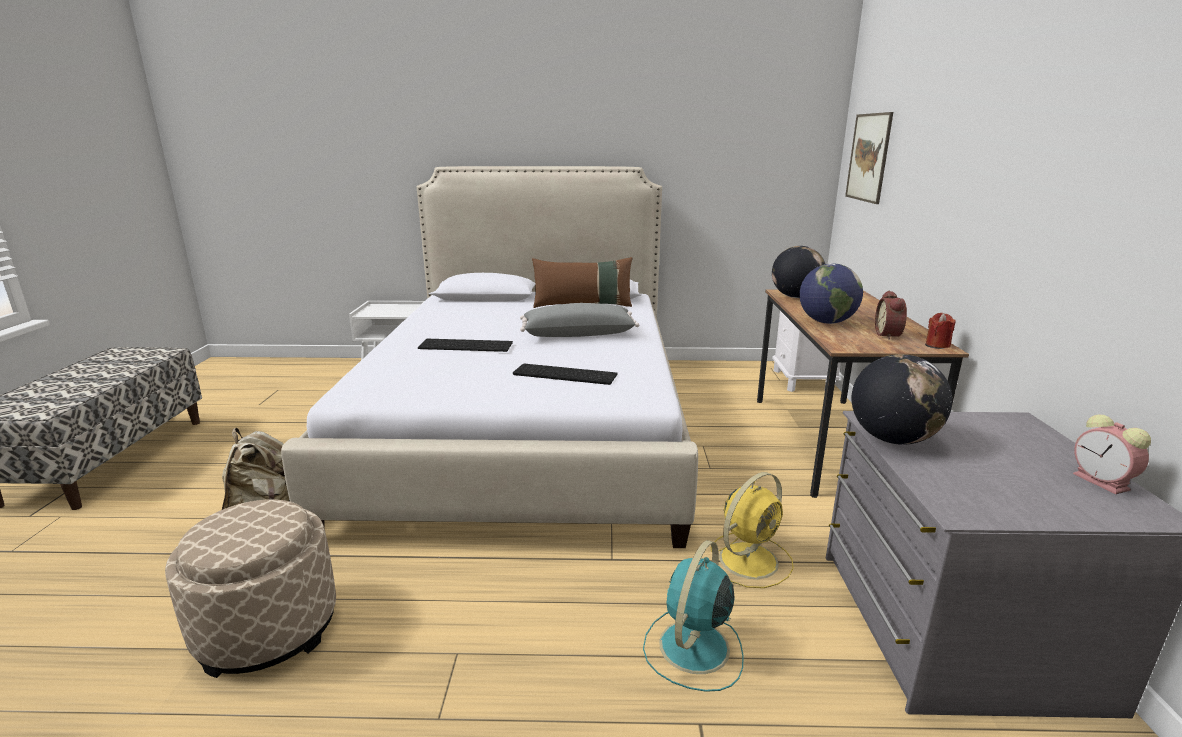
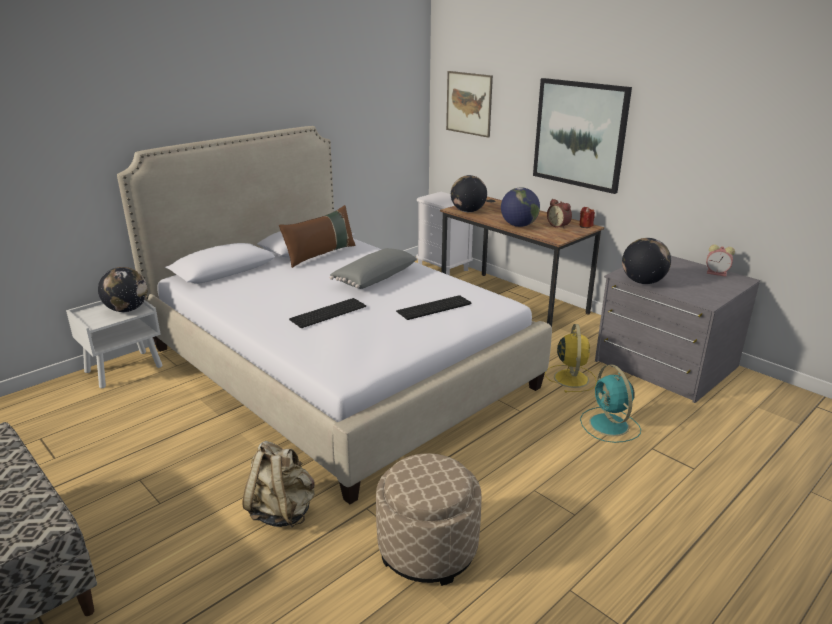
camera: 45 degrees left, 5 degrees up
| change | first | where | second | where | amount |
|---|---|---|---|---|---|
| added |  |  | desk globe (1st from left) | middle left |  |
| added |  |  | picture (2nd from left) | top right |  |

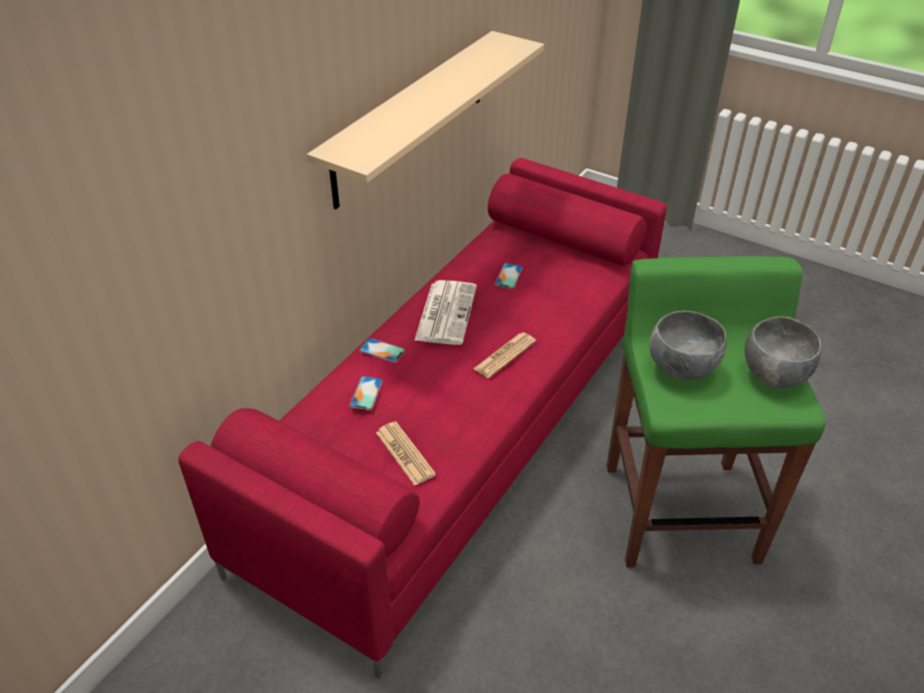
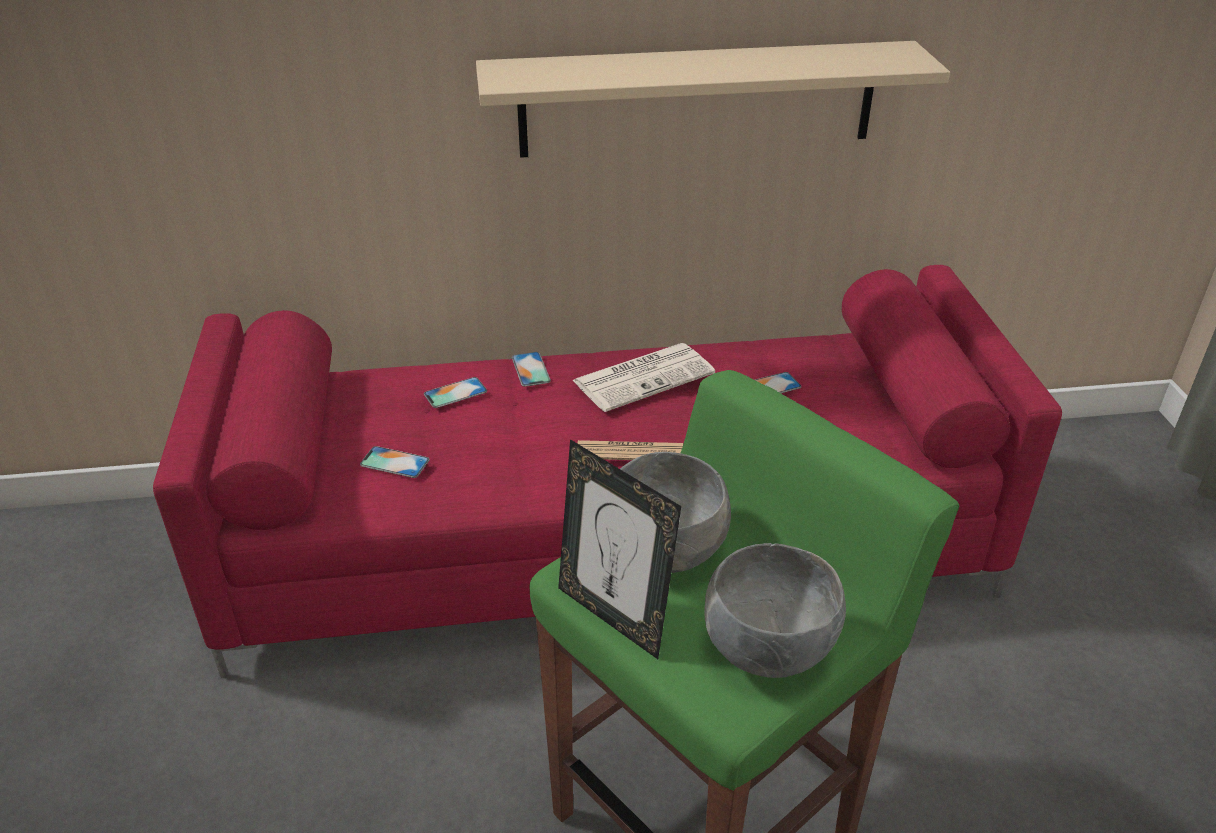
camera: 50 degrees right, 5 degrees down
| change | first | where | second | where | amount |
|---|---|---|---|---|---|
| replaced | printed paper (1st from left) | centre | handset (1st from left) | middle left |  |
| added |  |  | standing frame | centre |  |

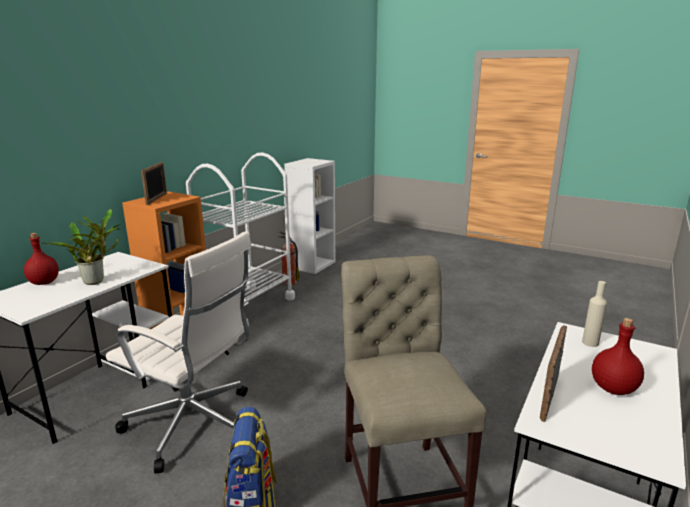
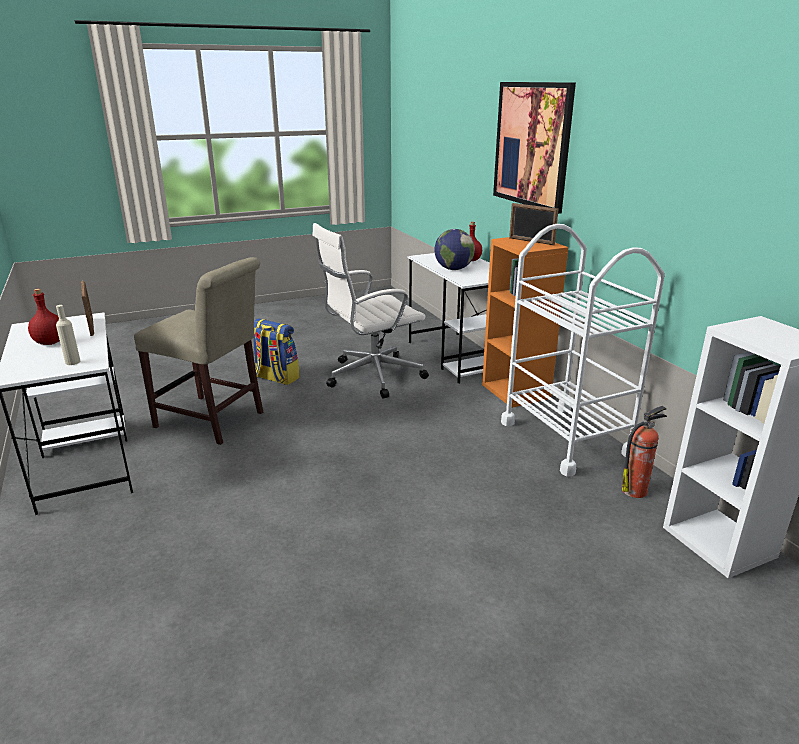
camera: 125 degrees right, 5 degrees up
| change | first | where | second | where | amount |
|---|---|---|---|---|---|
| replaced | potted plant | middle left | desk globe | centre |  |
| added |  |  | picture | top right |  |

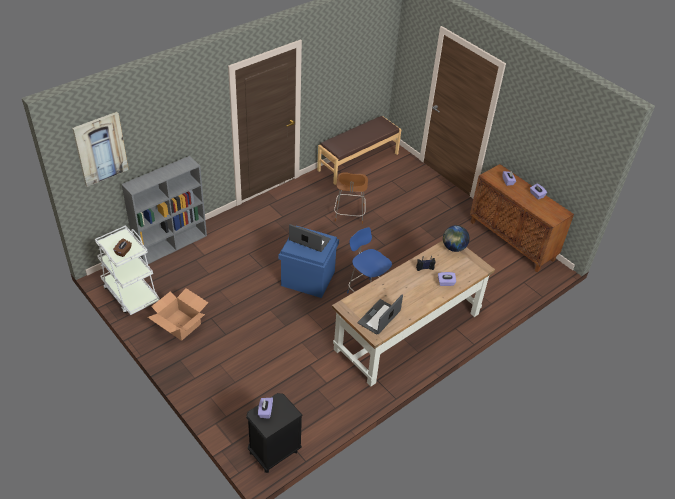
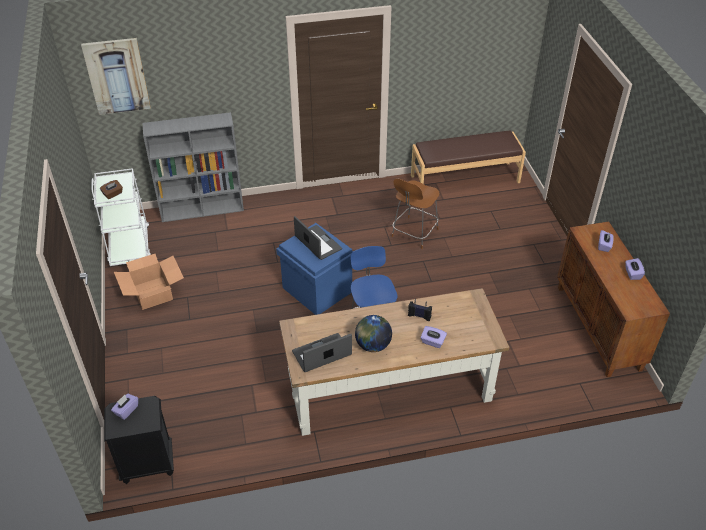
camera: 30 degrees right, 0 degrees up
| change | first | where | second | where | amount |
|---|---|---|---|---|---|
| moved | desk globe | middle right |  | centre |  |

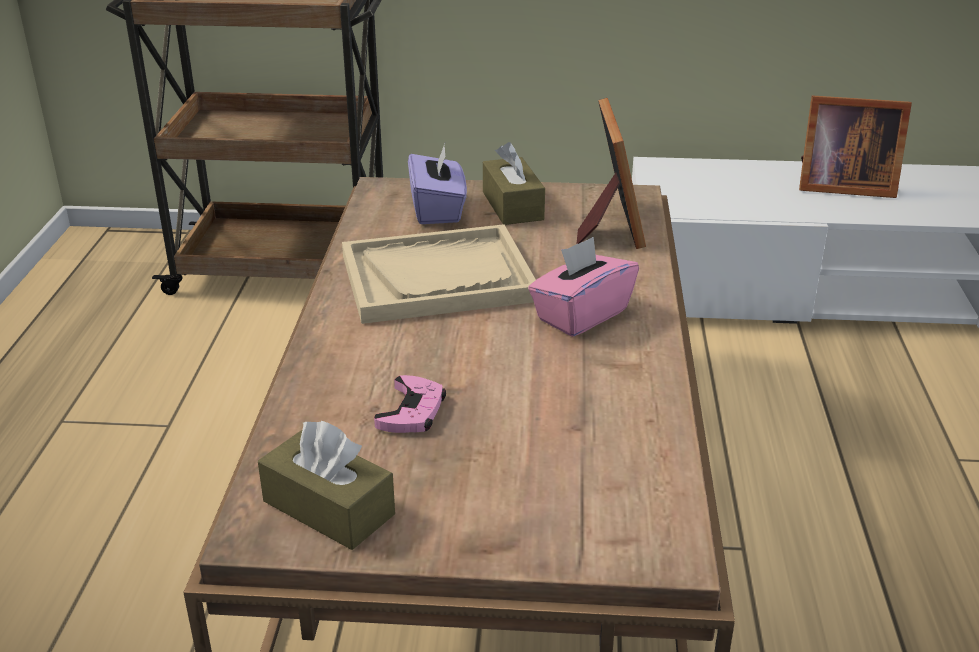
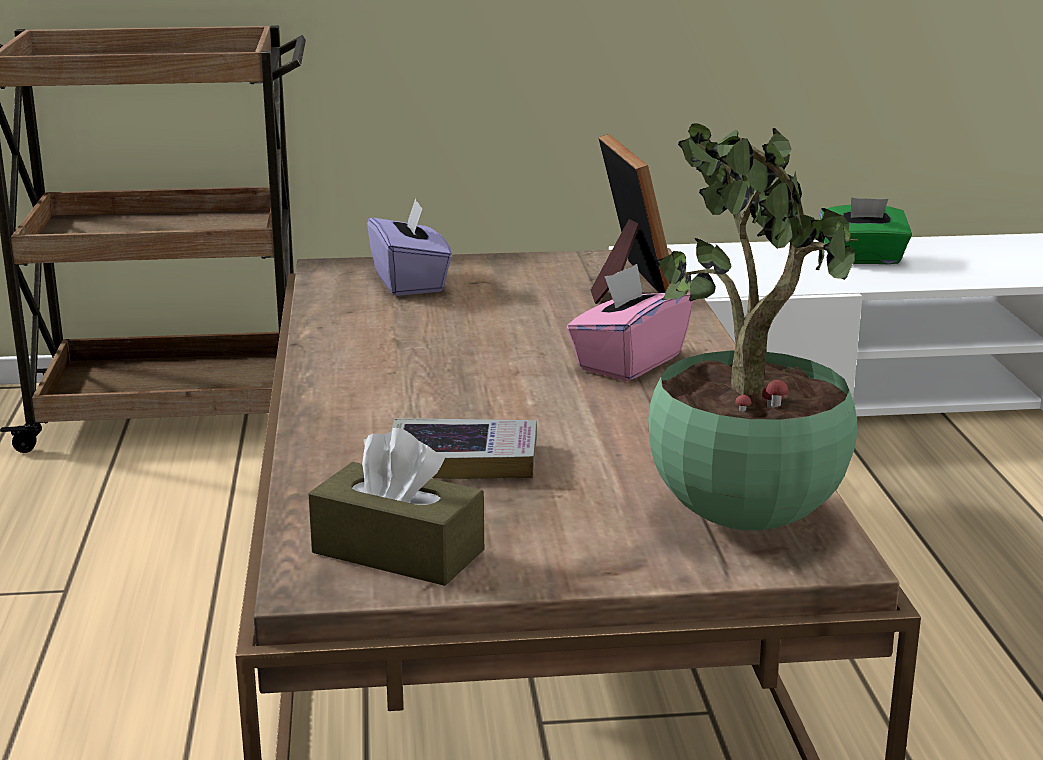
camera: 10 degrees left, 10 degrees down
| change | first | where | second | where | amount |
|---|---|---|---|---|---|
| replaced | pink joypad | centre | volume | centre |  |
| added |  |  | potted plant | middle right |  |
| replaced | standing frame (2nd from left) | top right | green-coloured tissue holder | top right |  |
| removed | beige carrying tray | centre |  |  |  |
| removed | brownish tissue holder (2nd from left) | top centre |  |  |  |

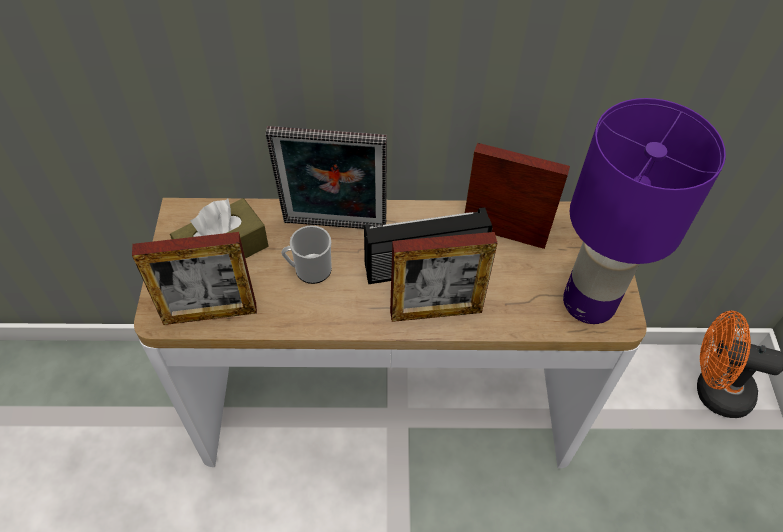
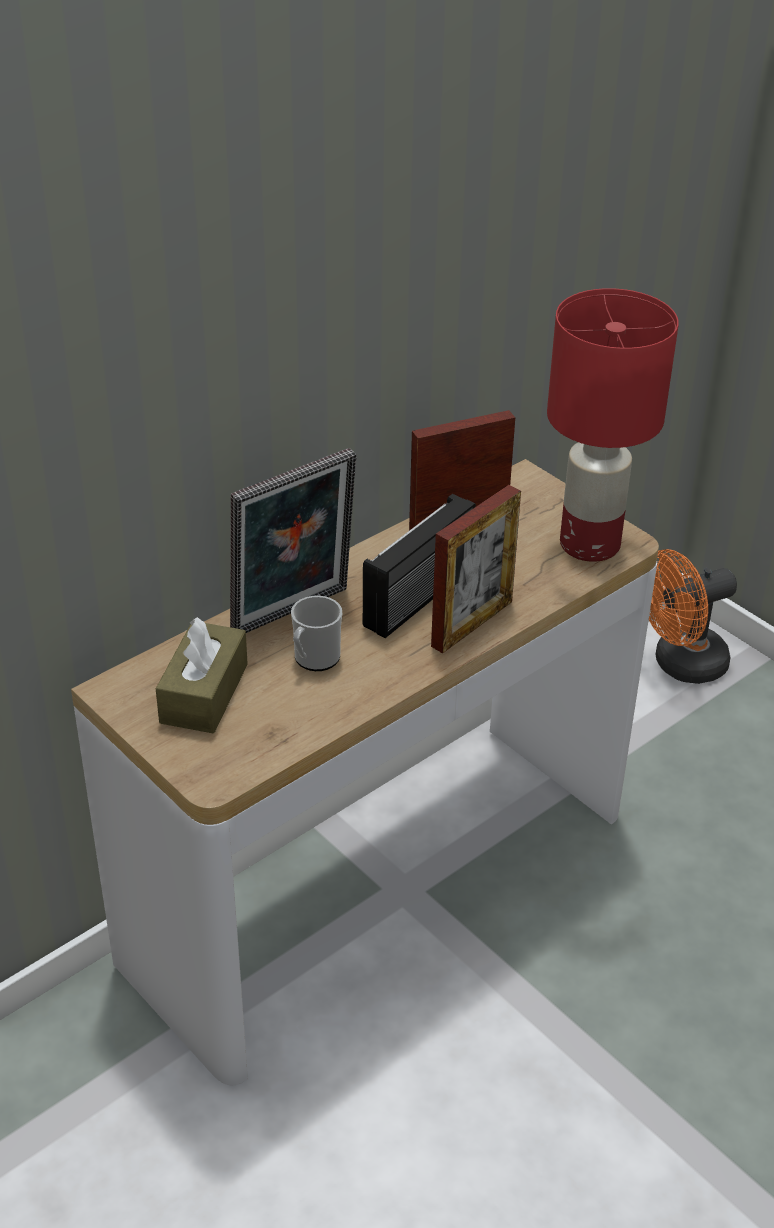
camera: 40 degrees left, 15 degrees down
| change | first | where | second | where | amount |
|---|---|---|---|---|---|
| recoloured | purplish tabletop lamp | middle right | reddish tabletop lamp | middle right |  |
| removed | standing frame (1st from left) | middle left |  |  |  |

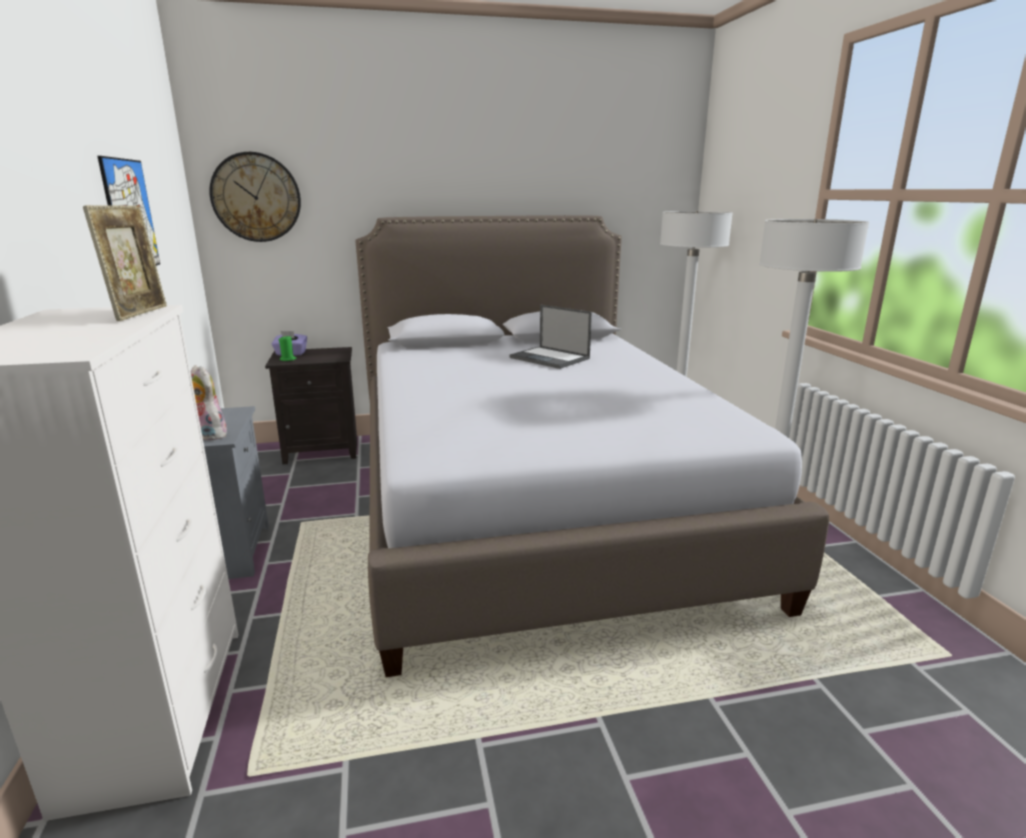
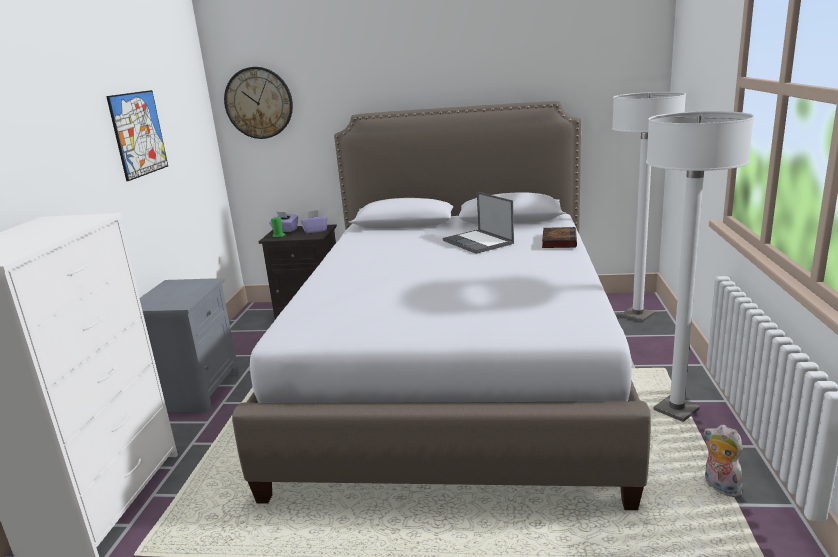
camera: 20 degrees right, 0 degrees up
| change | first | where | second | where | amount |
|---|---|---|---|---|---|
| added |  |  | purplish tissue holder (2nd from left) | centre |  |
| added |  |  | volume | middle right |  |
| moved | cuddly toy | middle left |  | bottom right |  |
| removed | standing frame | top left |  |  |  |

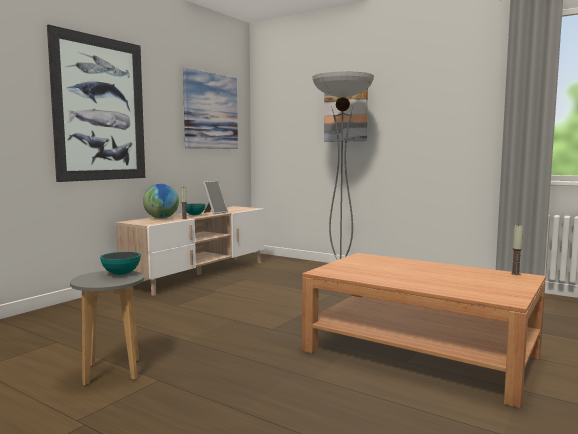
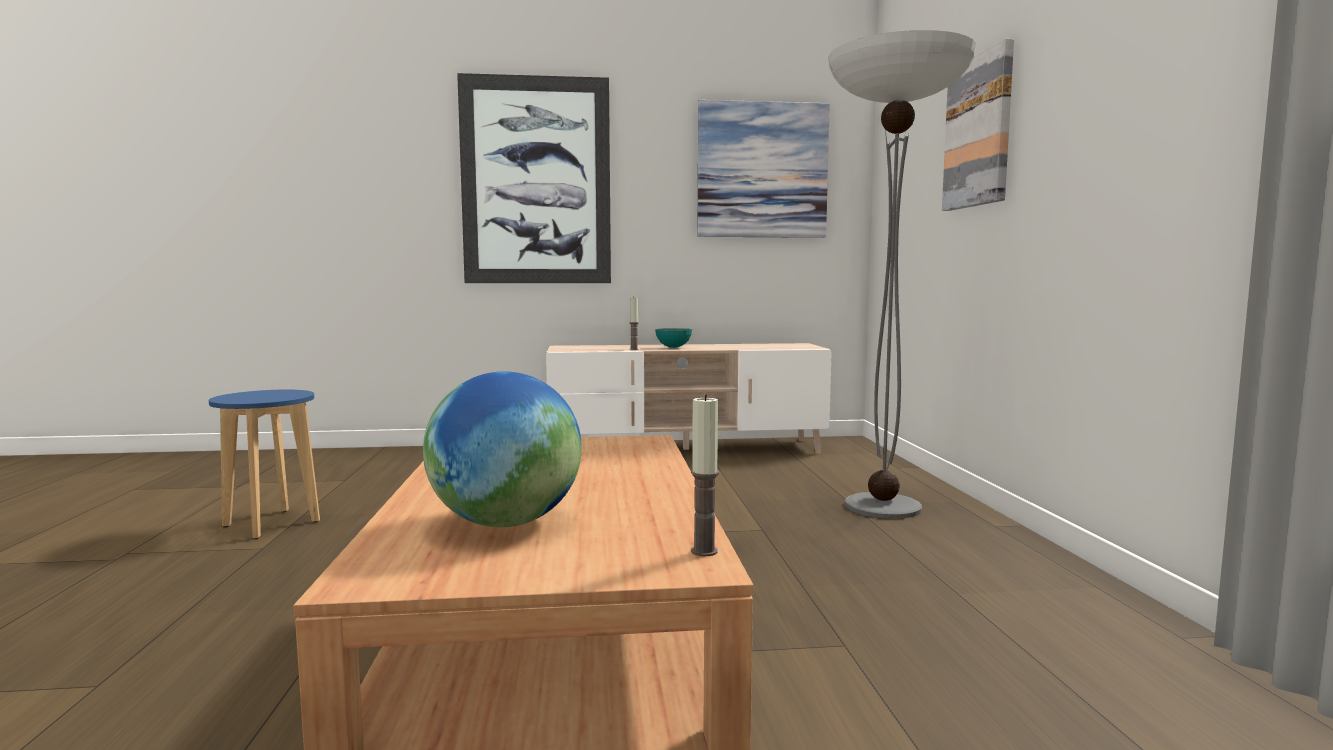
camera: 50 degrees right, 0 degrees up
| change | first | where | second | where | amount |
|---|---|---|---|---|---|
| recoloured | greyish stool | bottom left | blue stool | middle left |  |
| moved | desk globe | middle left |  | centre |  |
| removed | deep dish (1st from left) | middle left |  |  |  |
| removed | standing frame | centre |  |  |  |

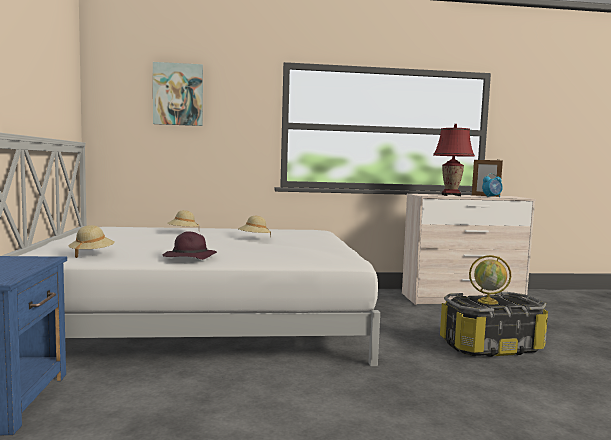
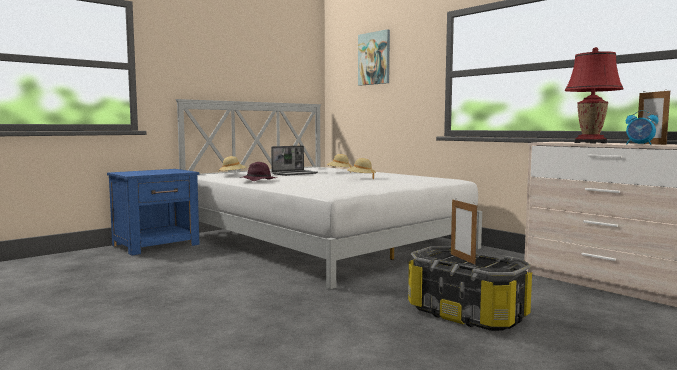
camera: 55 degrees right, 0 degrees up
| change | first | where | second | where | amount |
|---|---|---|---|---|---|
| added |  |  | laptop | centre |  |
| replaced | desk globe | middle right | standing frame (1st from left) | middle right |  |

